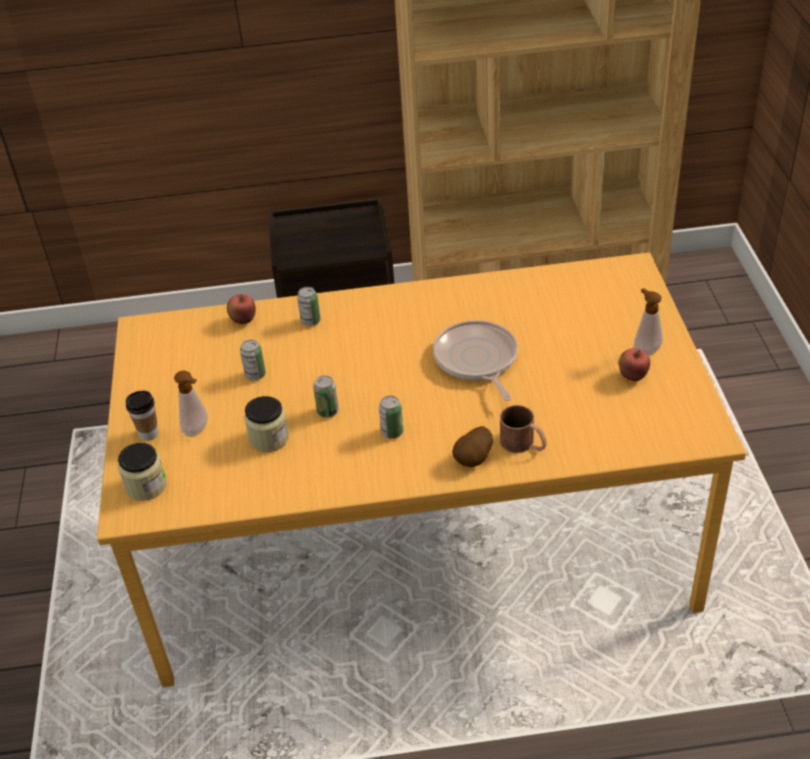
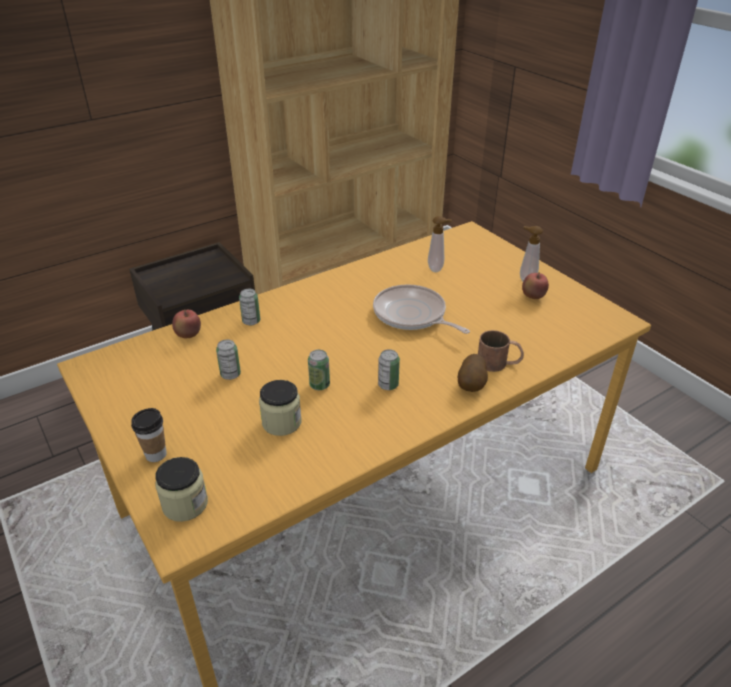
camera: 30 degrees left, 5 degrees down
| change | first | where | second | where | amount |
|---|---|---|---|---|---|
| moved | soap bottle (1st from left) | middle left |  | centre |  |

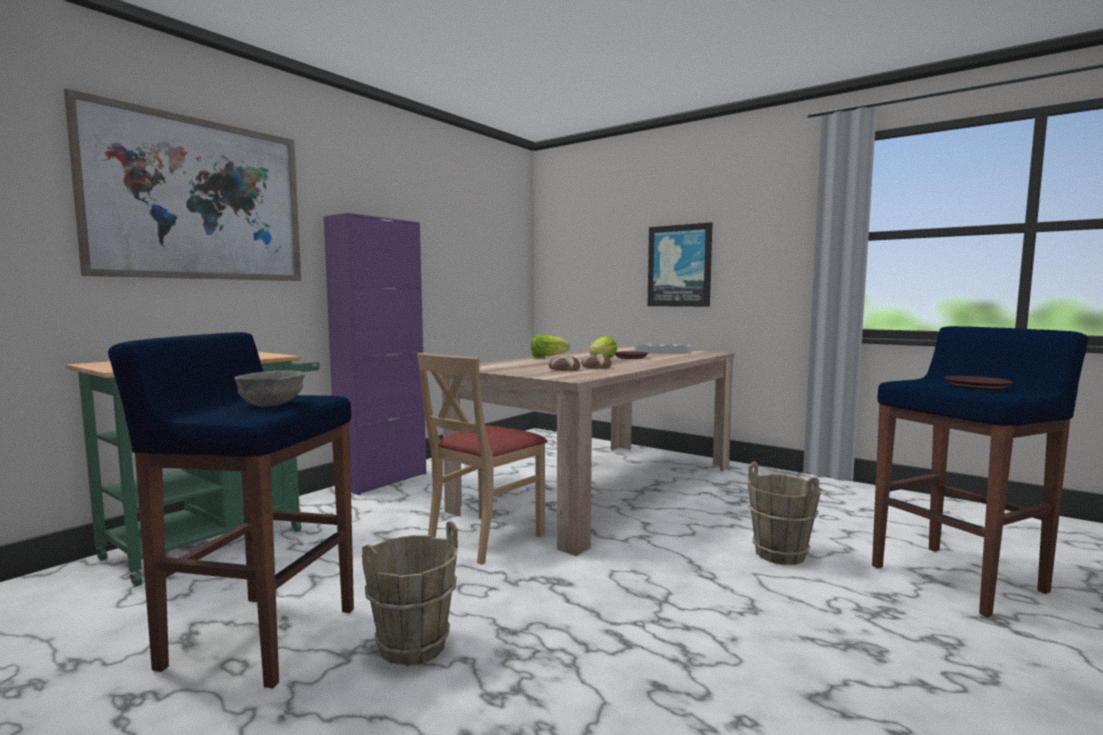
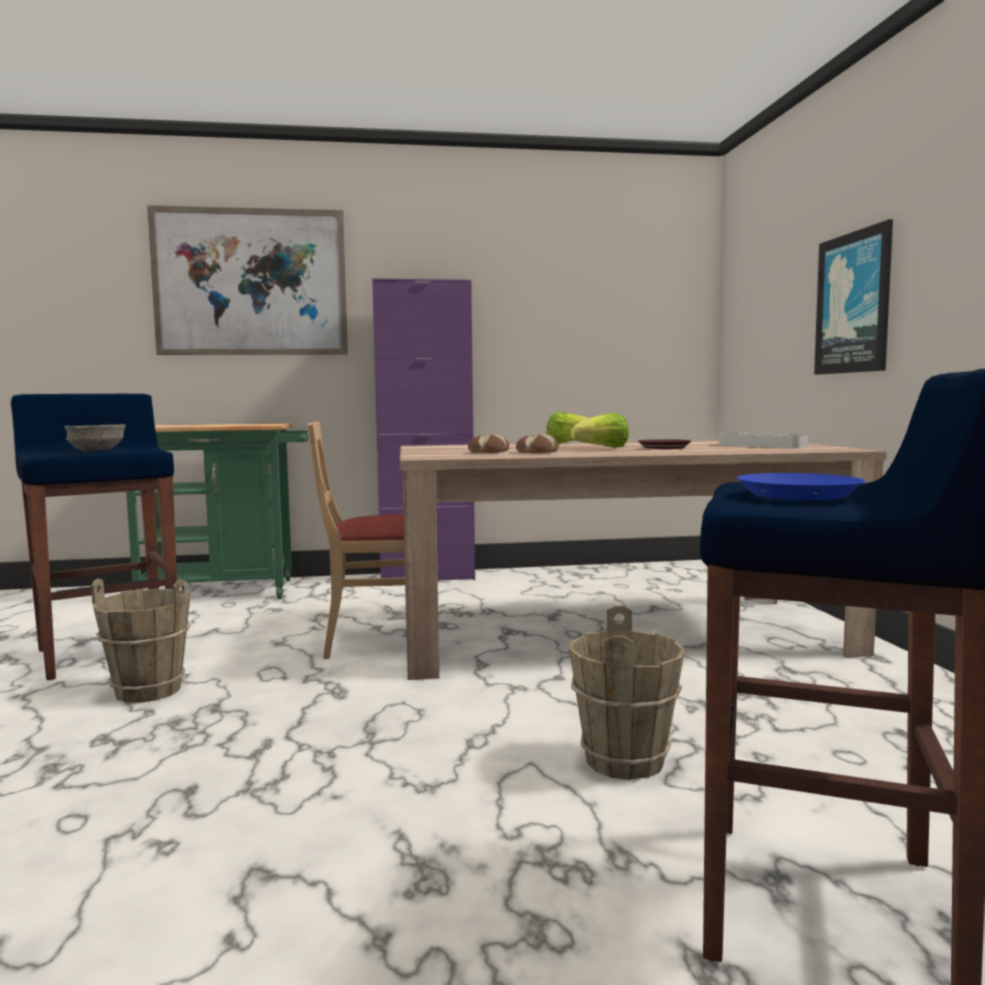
camera: 45 degrees right, 0 degrees up
| change | first | where | second | where | amount |
|---|---|---|---|---|---|
| recoloured | brownish plate (2nd from left) | middle right | blue plate | middle right |  |

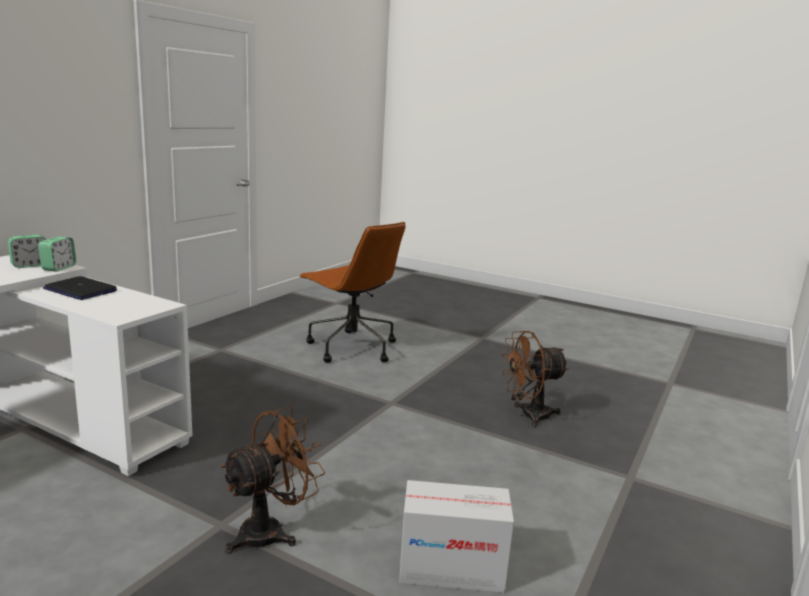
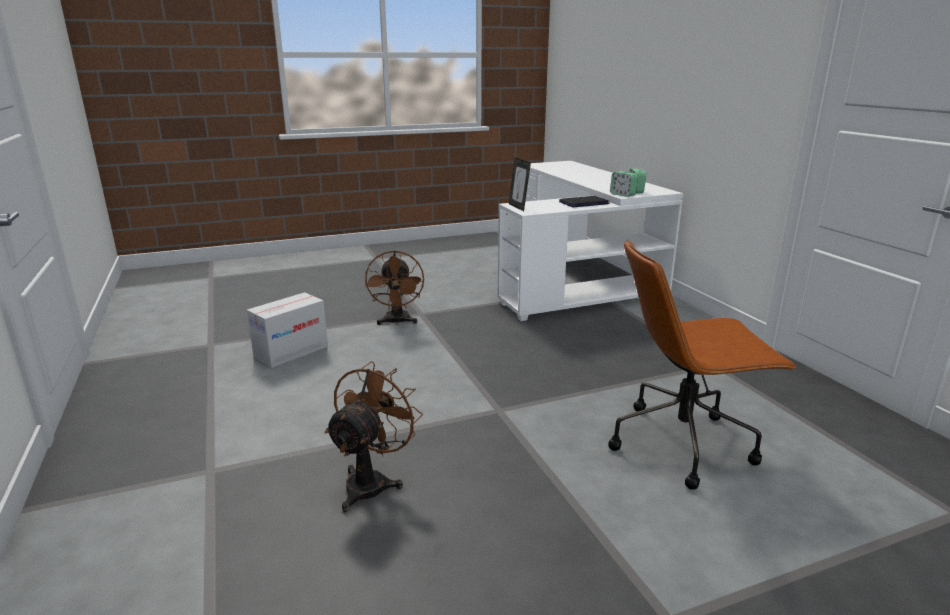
camera: 130 degrees right, 5 degrees up
| change | first | where | second | where | amount |
|---|---|---|---|---|---|
| added |  |  | standing frame | top centre |  |

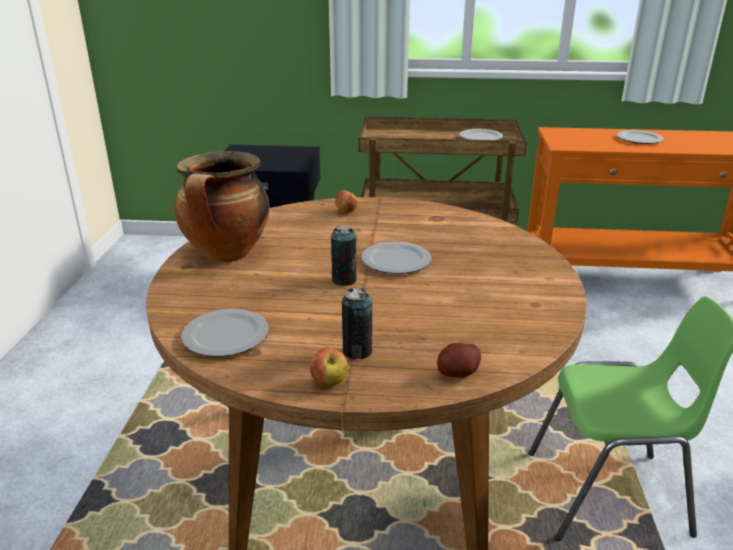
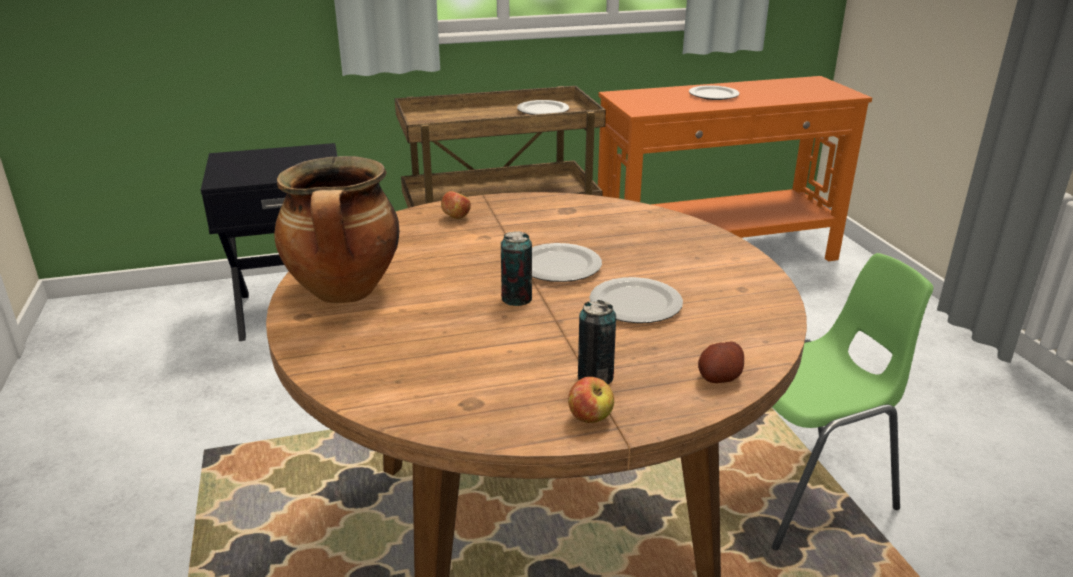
camera: 20 degrees left, 0 degrees up
| change | first | where | second | where | amount |
|---|---|---|---|---|---|
| moved | plate (1st from left in the first image) | middle left | plate (3rd from left) | centre |  |

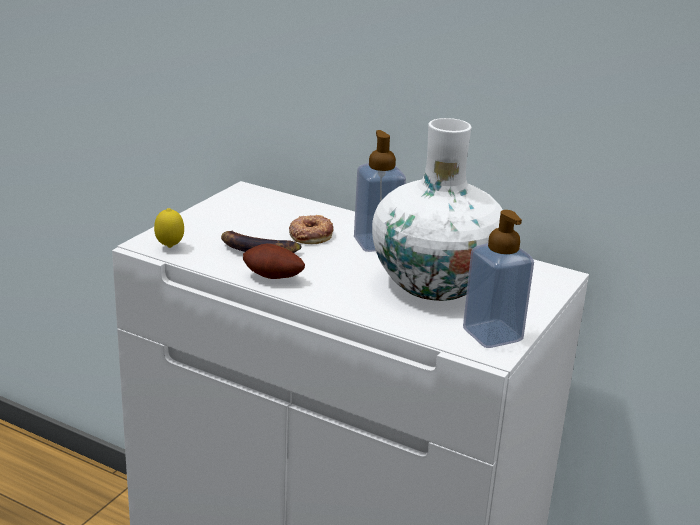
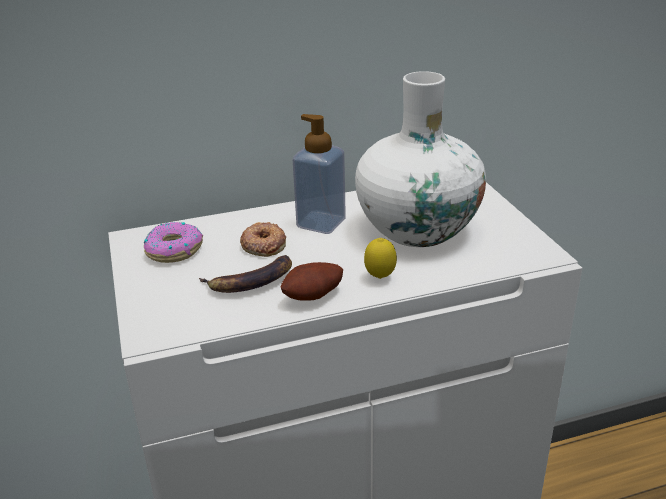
camera: 45 degrees left, 5 degrees up
| change | first | where | second | where | amount |
|---|---|---|---|---|---|
| added |  |  | ring doughnut (1st from left) | middle left |  |
| moved | lemon | middle left |  | centre |  |
| removed | soap bottle (2nd from left) | middle right |  |  |  |

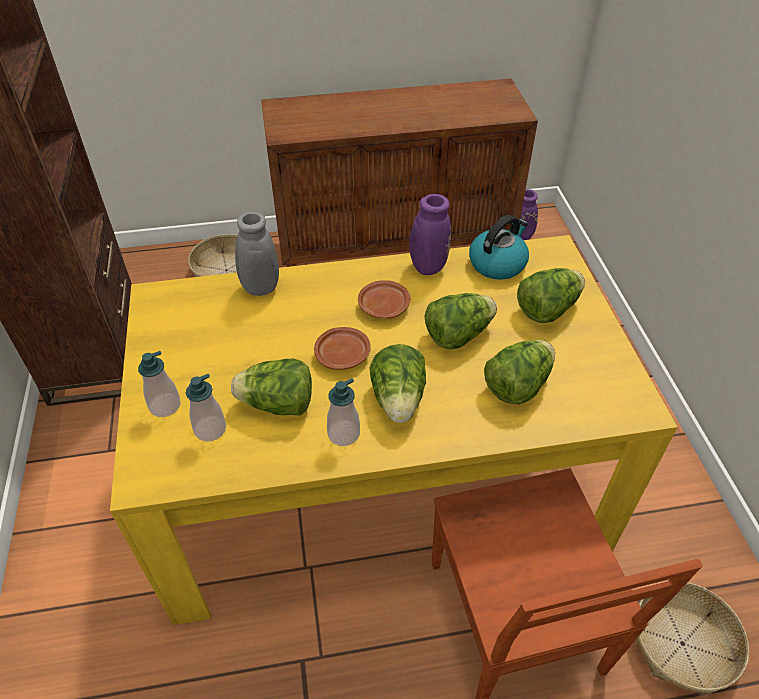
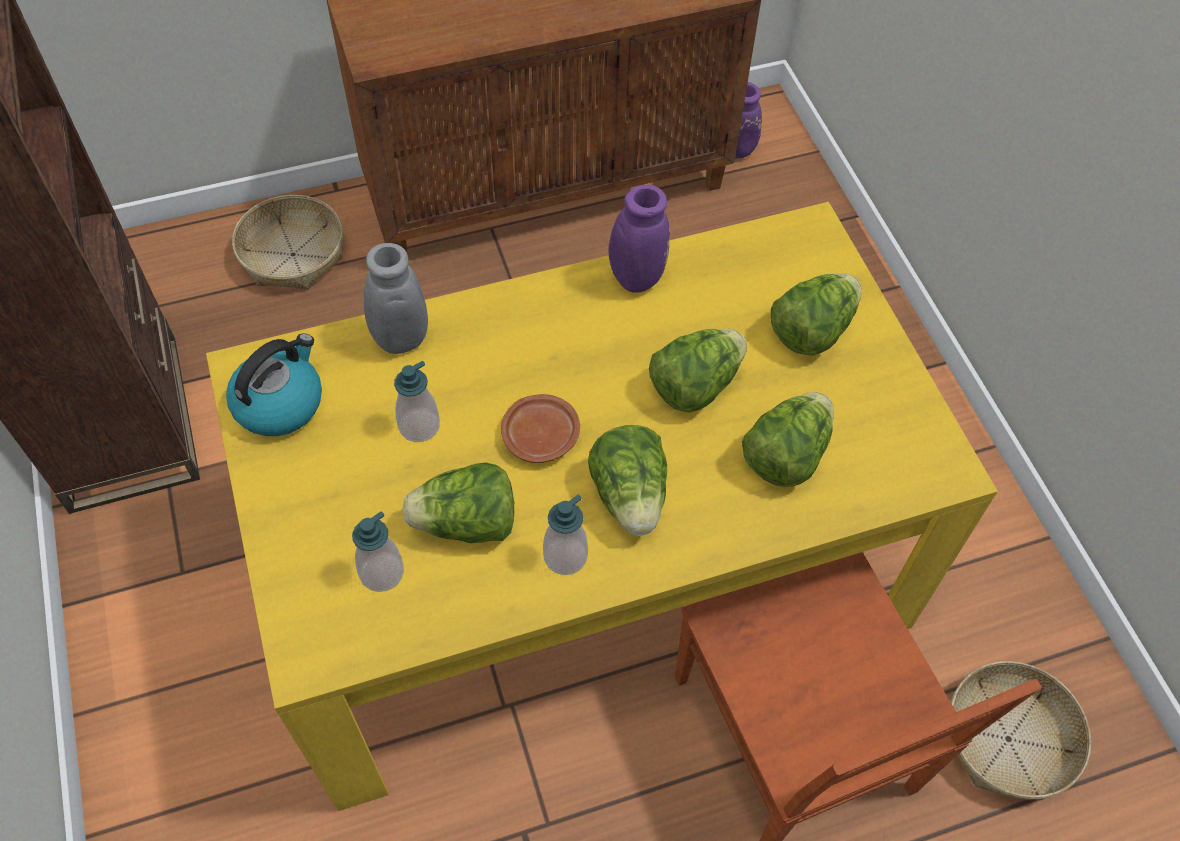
camera: 10 degrees left, 10 degrees up
| change | first | where | second | where | amount |
|---|---|---|---|---|---|
| moved | tea kettle | centre |  | middle left |  |
| moved | soap bottle (1st from left in the first image) | middle left | soap bottle (2nd from left) | centre |  |
| removed | brownish plate (2nd from left) | centre |  |  |  |

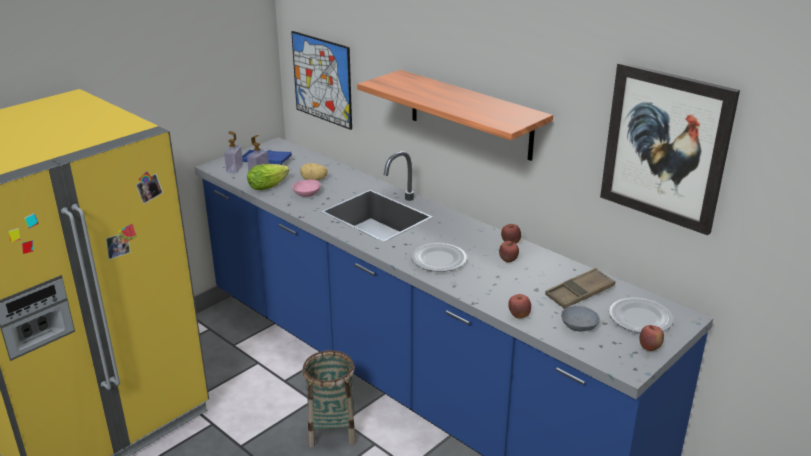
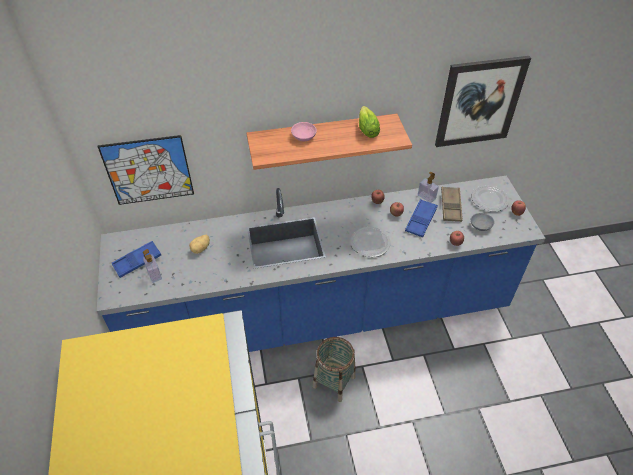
camera: 55 degrees left, 20 degrees up
| change | first | where | second | where | amount |
|---|---|---|---|---|---|
| moved | pink deep dish | centre |  | top centre |  |
| moved | lettuce | middle left |  | top centre |  |
| added |  |  | blue carrying tray (2nd from left) | centre |  |
| moved | soap bottle (1st from left in the first image) | middle left | soap bottle (2nd from left) | middle right |  |

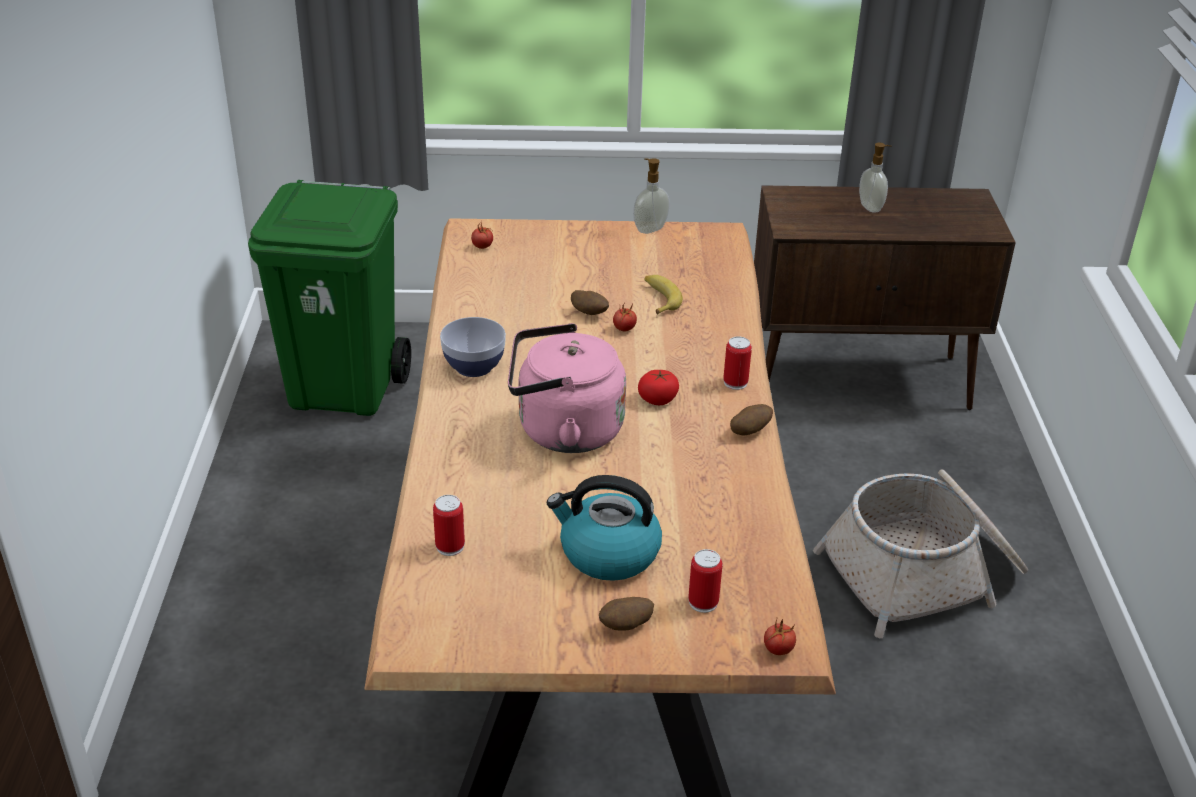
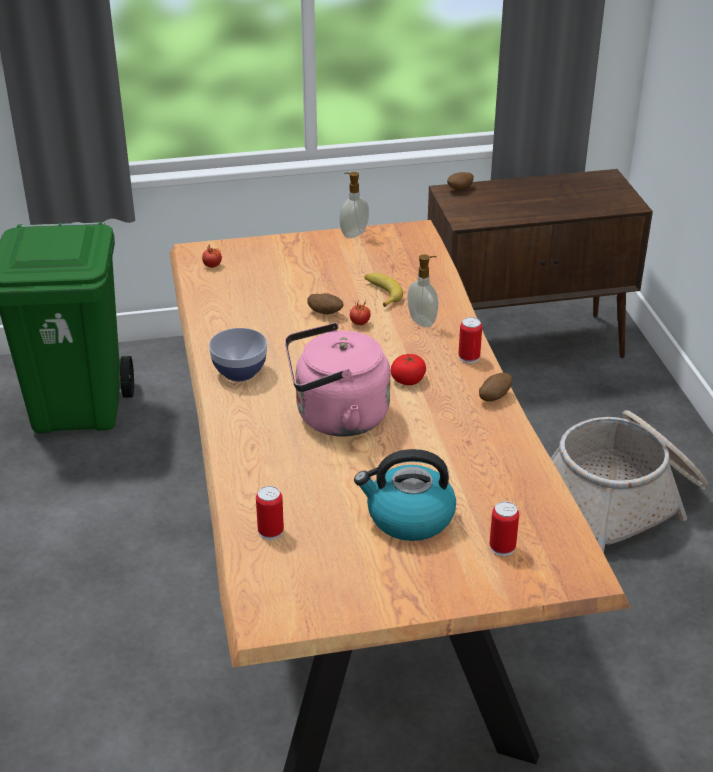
camera: 10 degrees left, 0 degrees up
| change | first | where | second | where | amount |
|---|---|---|---|---|---|
| moved | soap bottle (2nd from left) | top right |  | centre |  |
| moved | potato (2nd from left) | bottom centre |  | top centre |  |
| removed | fresh tomato (4th from left) | bottom centre |  |  |  |

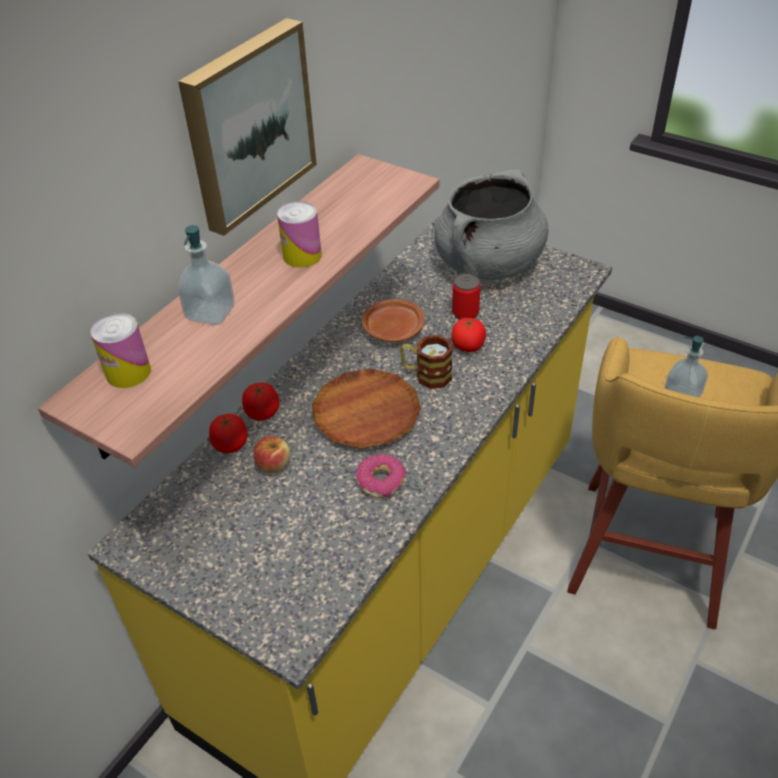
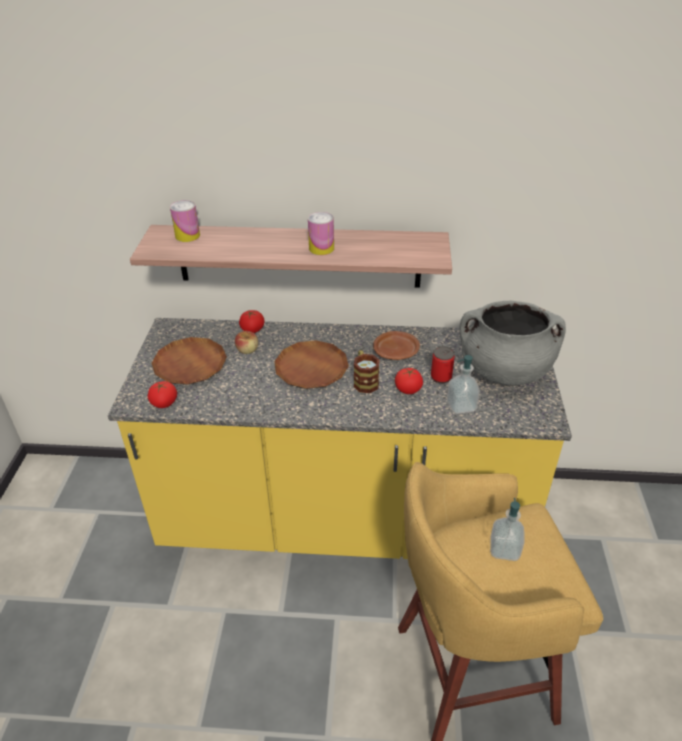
camera: 60 degrees right, 5 degrees down
| change | first | where | second | where | amount |
|---|---|---|---|---|---|
| moved | fresh tomato (2nd from left in the first image) | centre | fresh tomato (1st from left) | middle left |  |
| added |  |  | brownish plate (1st from left) | middle left |  |
| moved | soap bottle (1st from left) | middle left |  | middle right |  |
| removed | picture | top left |  |  |  |
| removed | ring doughnut | centre |  |  |  |

